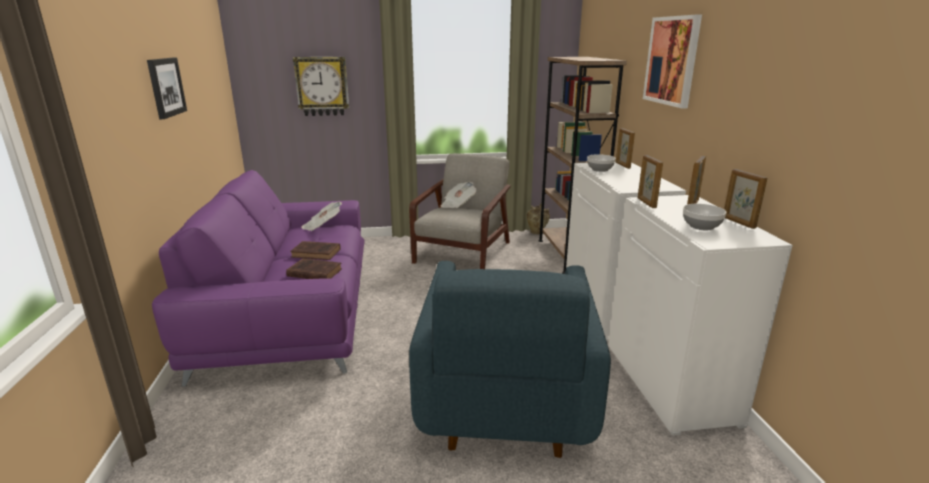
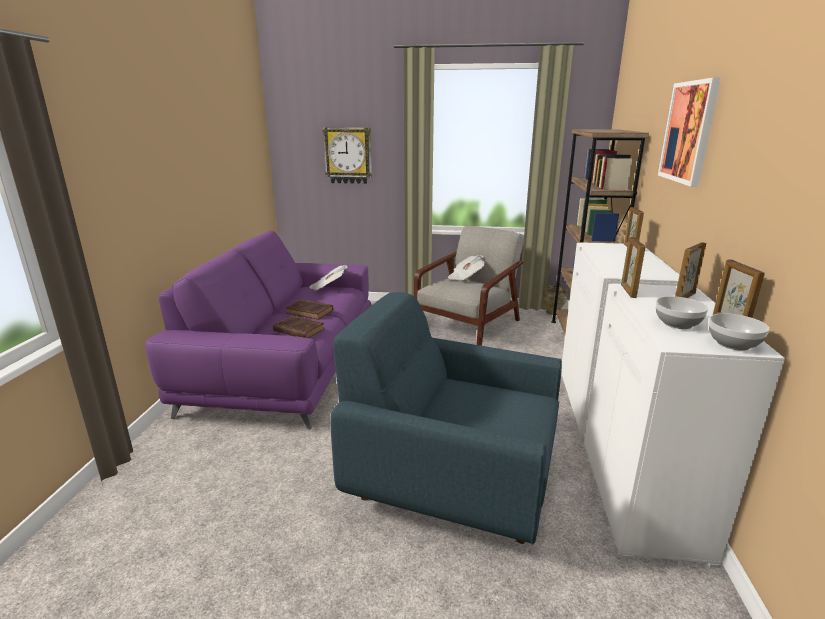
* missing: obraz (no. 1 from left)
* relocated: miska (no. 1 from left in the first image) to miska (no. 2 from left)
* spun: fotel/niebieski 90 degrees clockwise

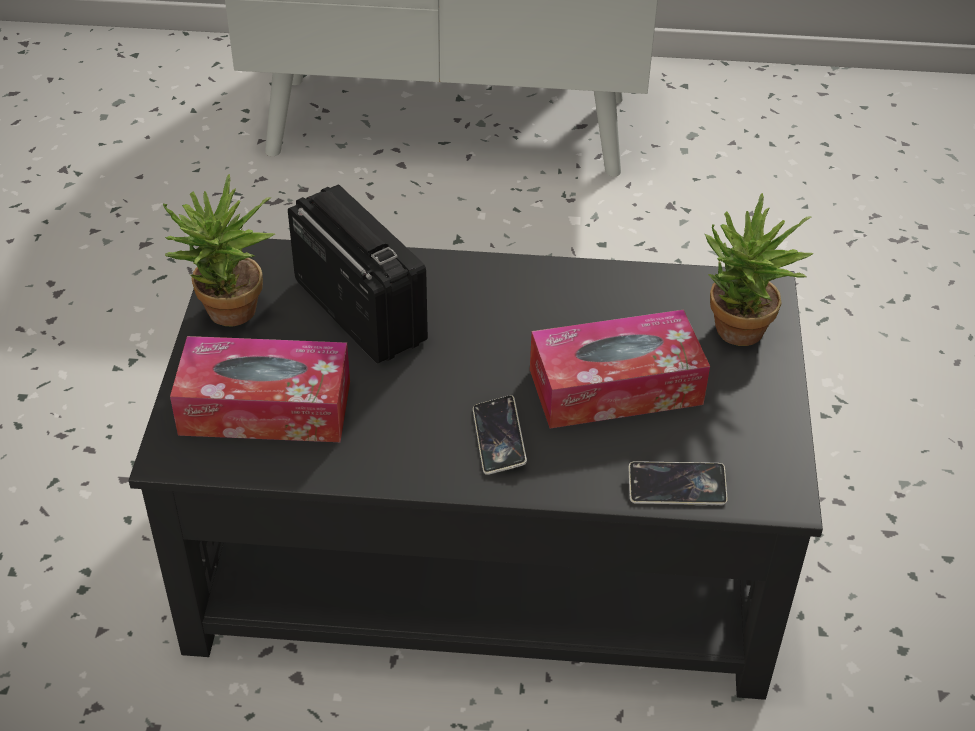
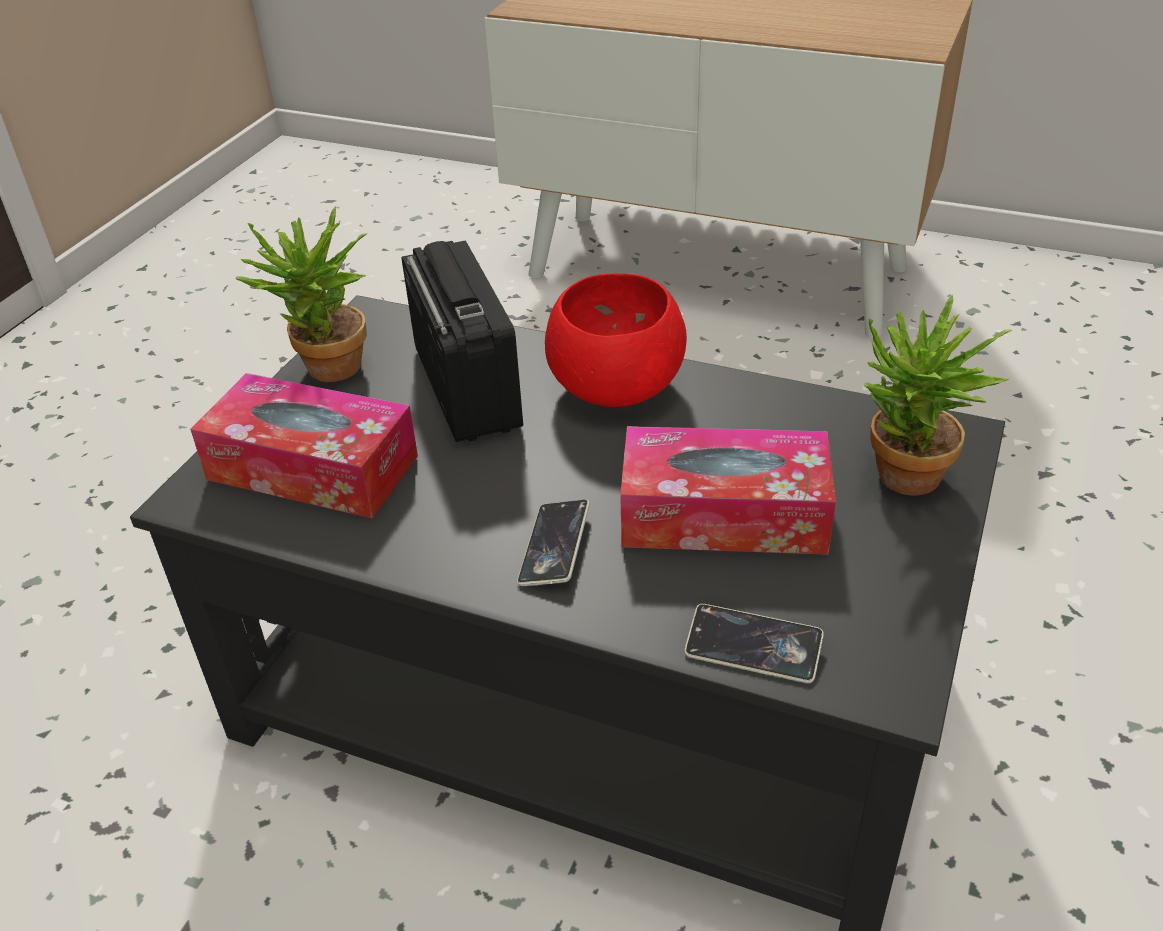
* appeared: miska/czerwony

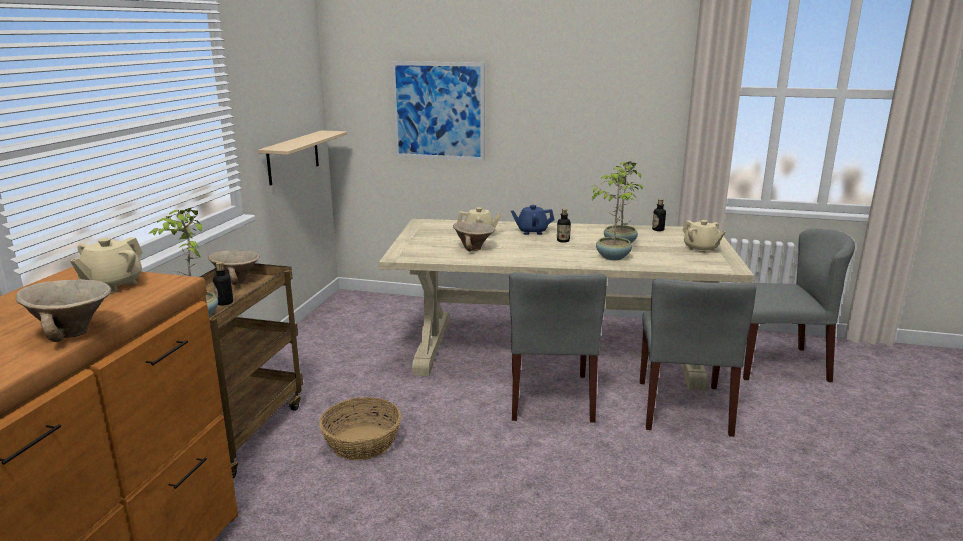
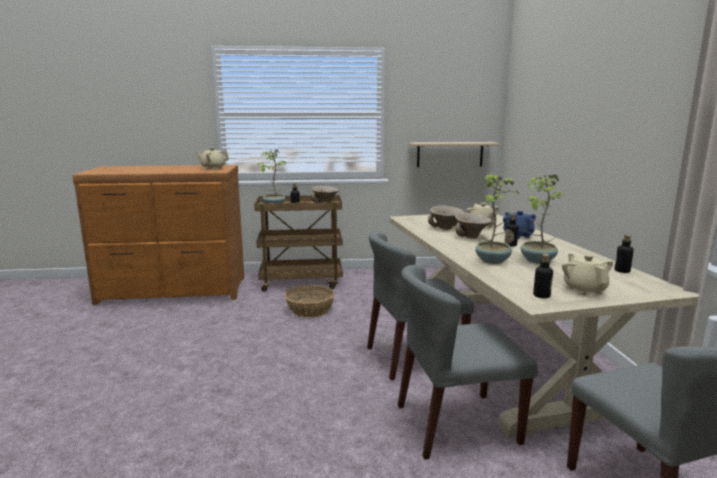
* missing: obraz
* spun: imbryk/beżowy (no. 3 from left) 135 degrees clockwise
* relocated: miska/beżowy (no. 1 from left in the first image) to miska/beżowy (no. 3 from left)
* appeared: butelka (no. 3 from left)

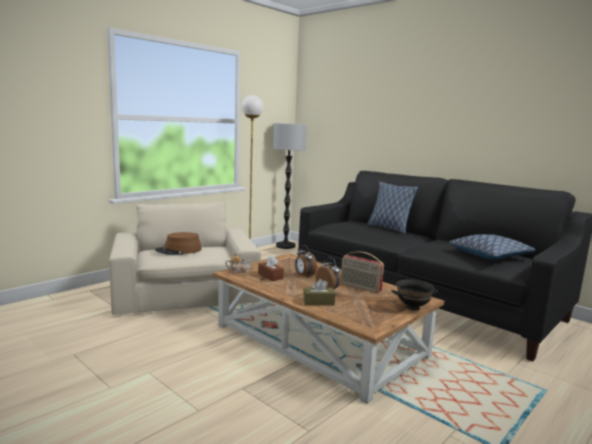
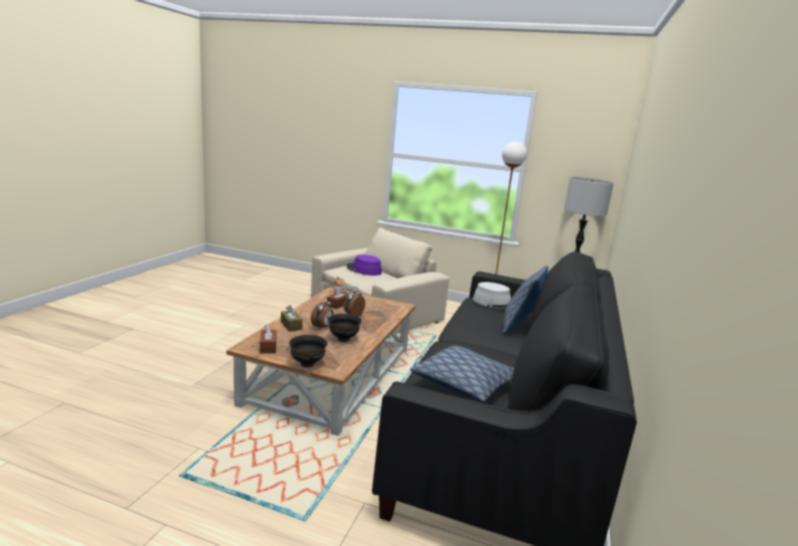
* colour: kapelusz/brązowy to kapelusz/fioletowy
* exchanged: radio to miska/czarny (no. 2 from left)
* appeared: kapelusz/szary
* appeared: pudełko chusteczek/brązowy (no. 1 from left)

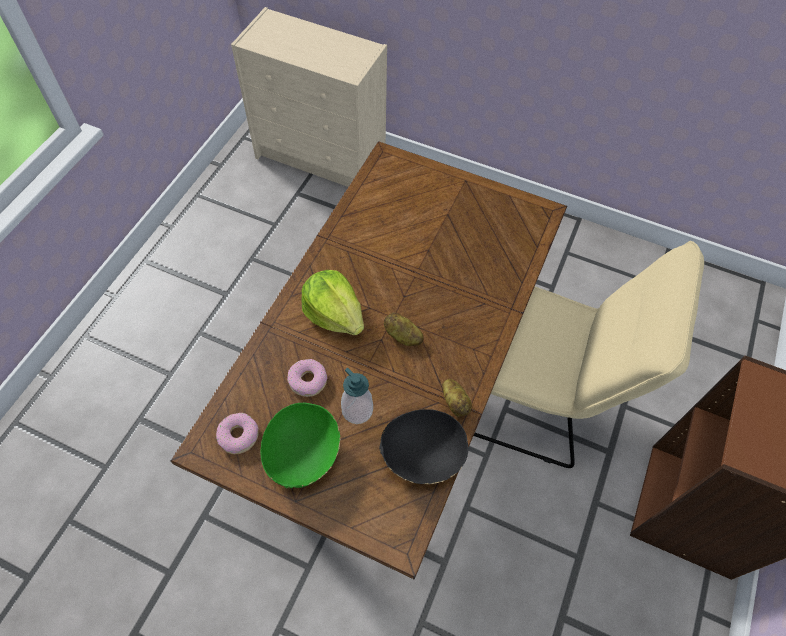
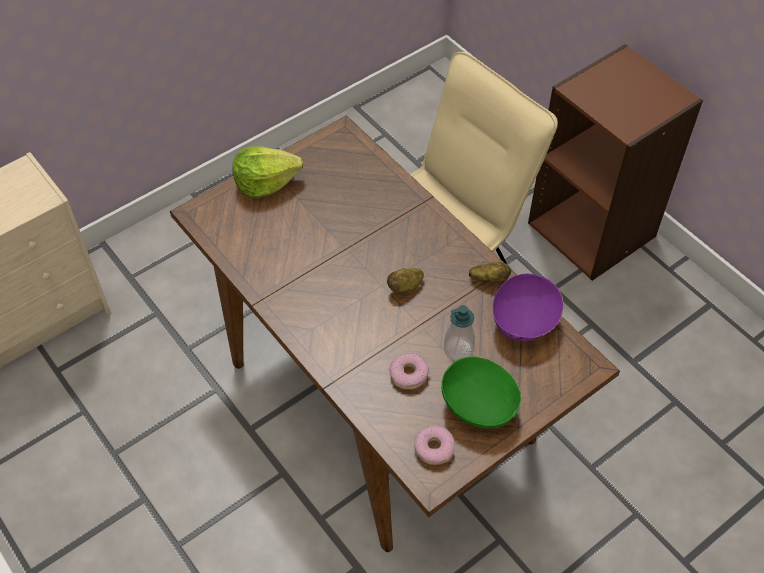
* relocated: sałata
* colour: miska/czarny to miska/fioletowy

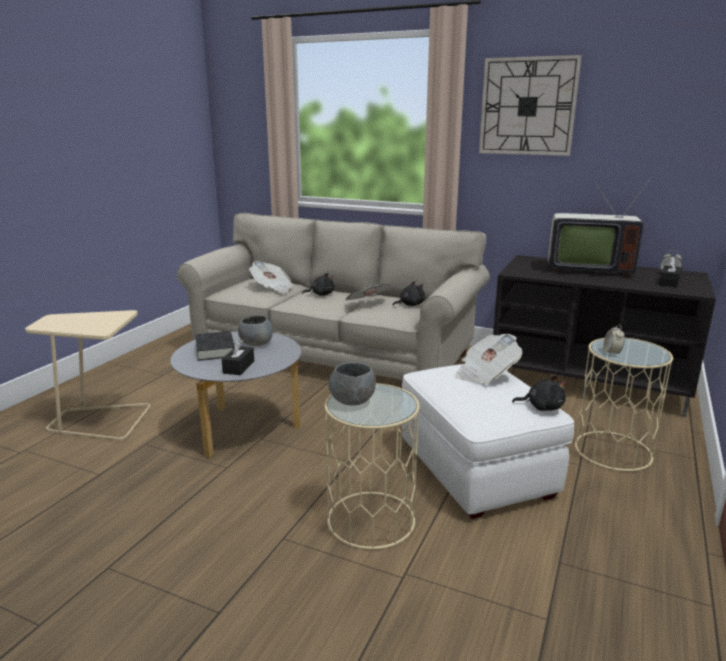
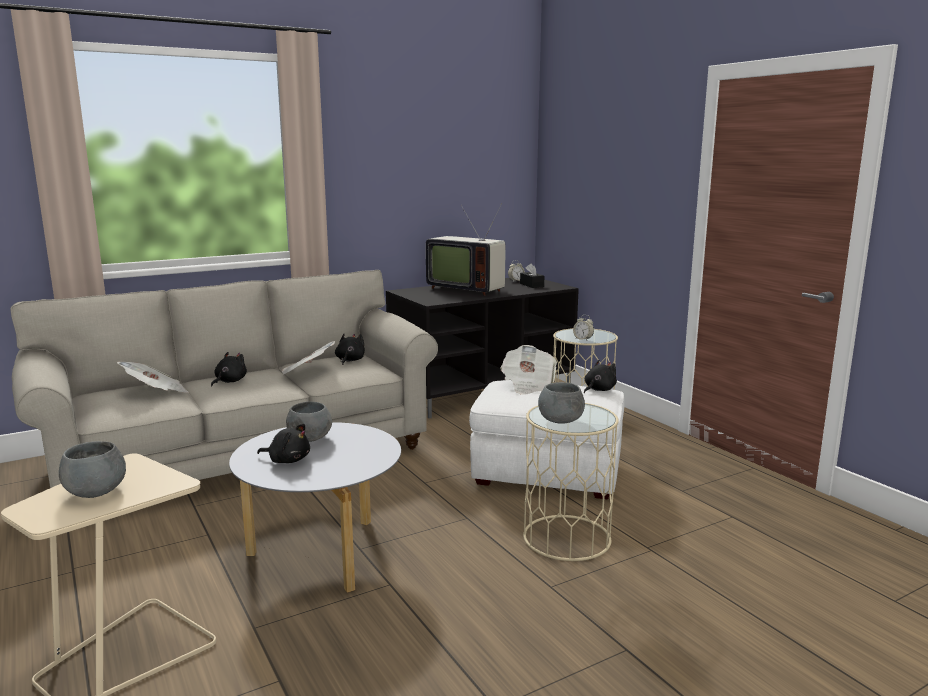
* missing: zegar ścienny
* spun: telewizor 75 degrees clockwise
* exchanged: książka/czarny to pluszak/czarny (no. 2 from left)
* missing: pudełko chusteczek/czarny (no. 1 from left)
* appeared: miska/szary (no. 1 from left)

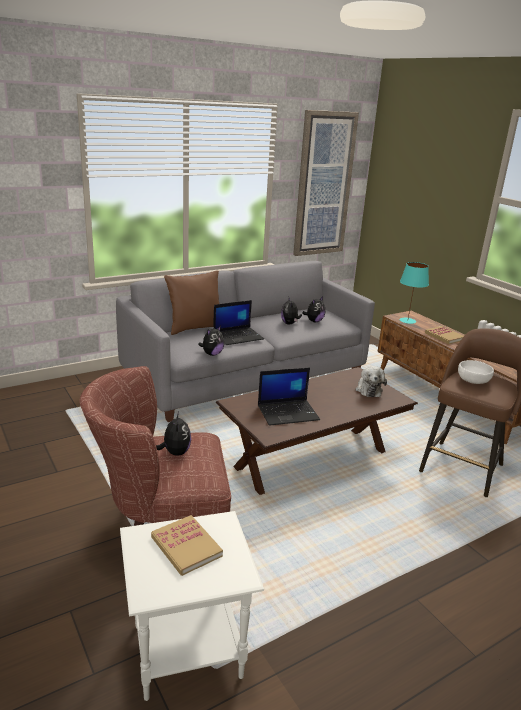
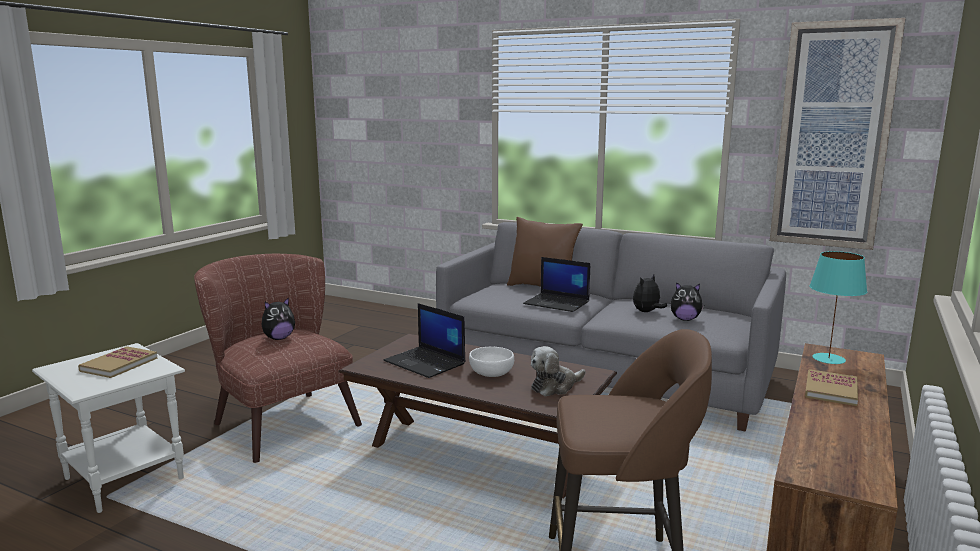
* missing: pluszak (no. 2 from left)
* relocated: miska/biały

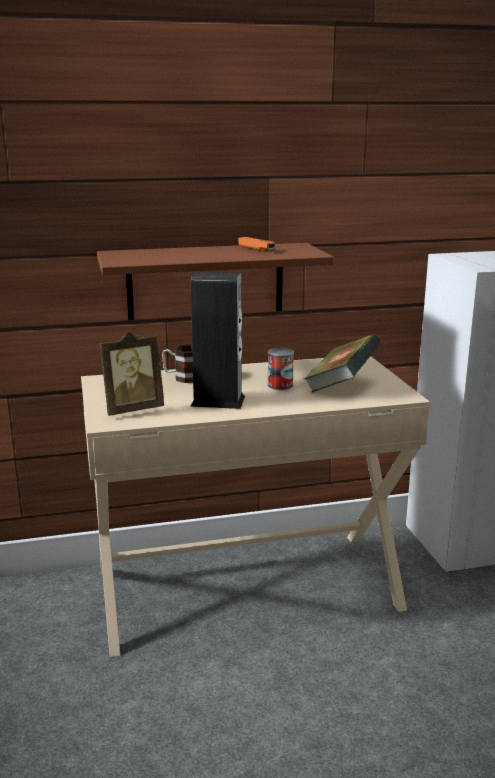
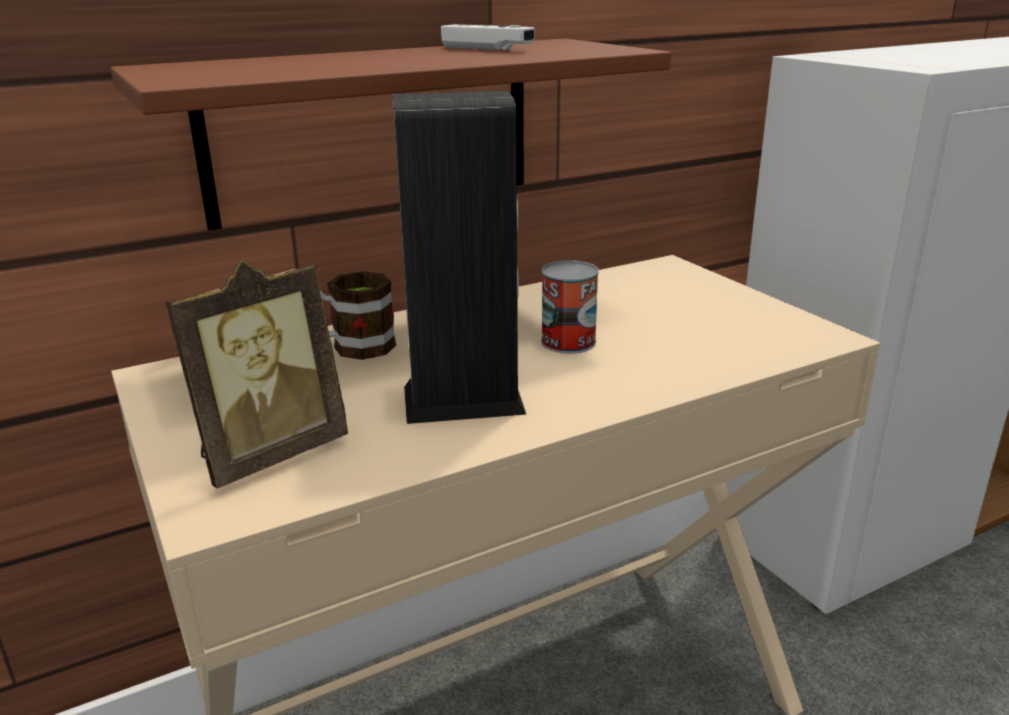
* colour: pad do gier/pomarańczowy to pad do gier/biały
* missing: książka

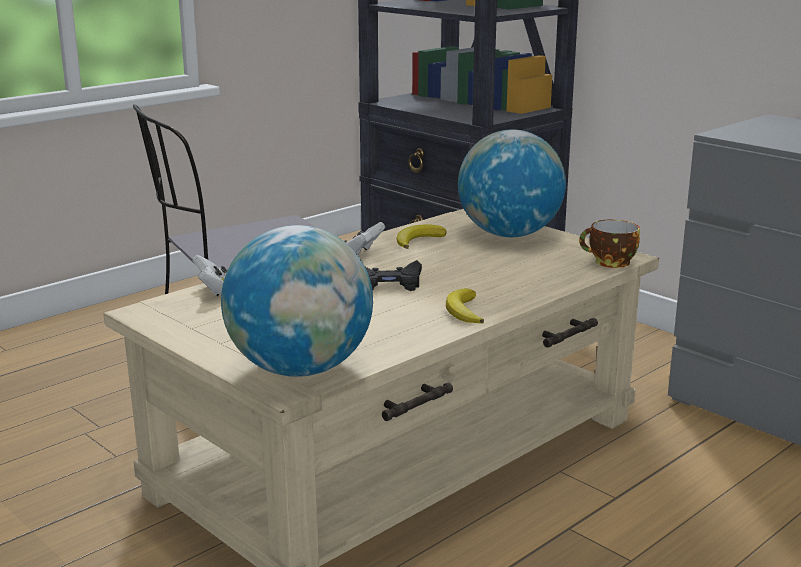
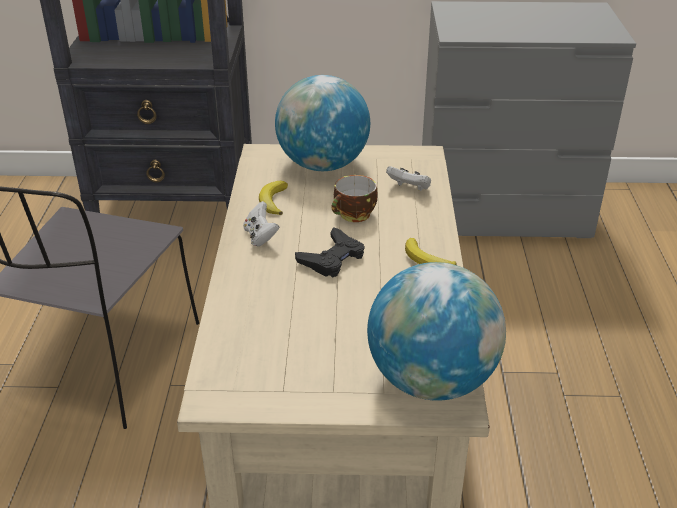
* relocated: filiżanka
* relocated: pad do gier/biały (no. 1 from left in the first image) to pad do gier/biały (no. 2 from left)

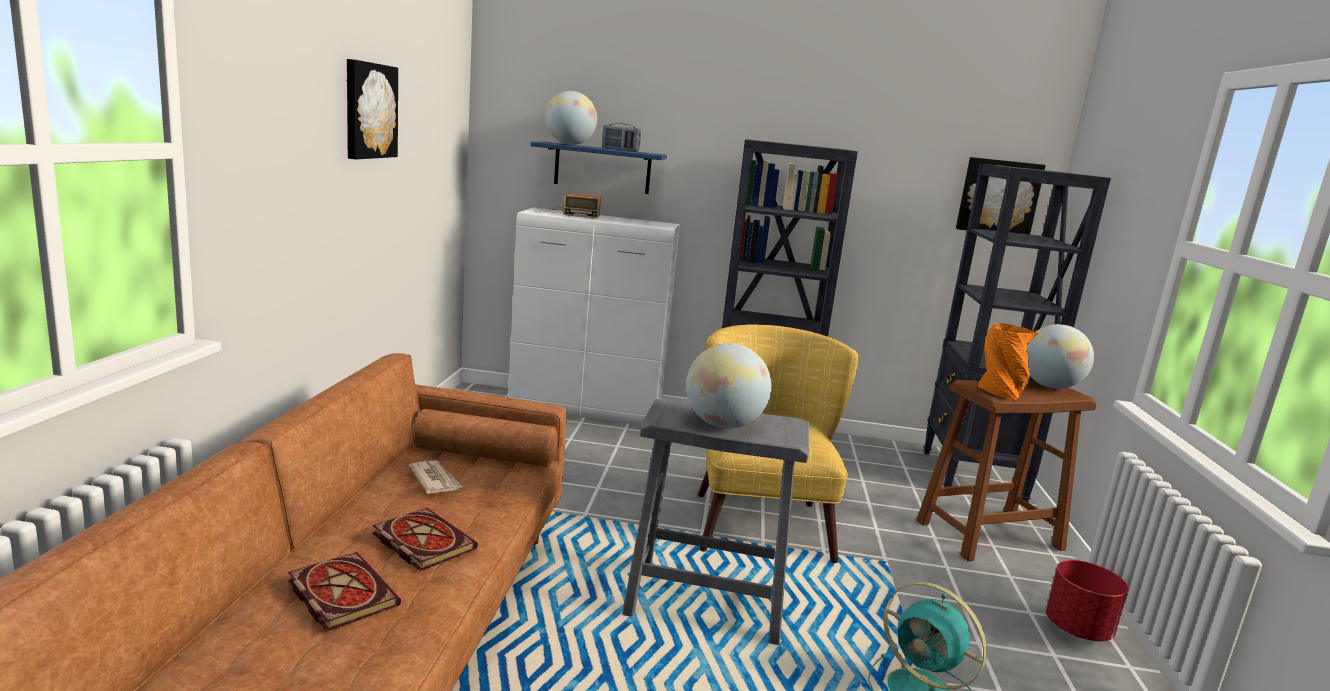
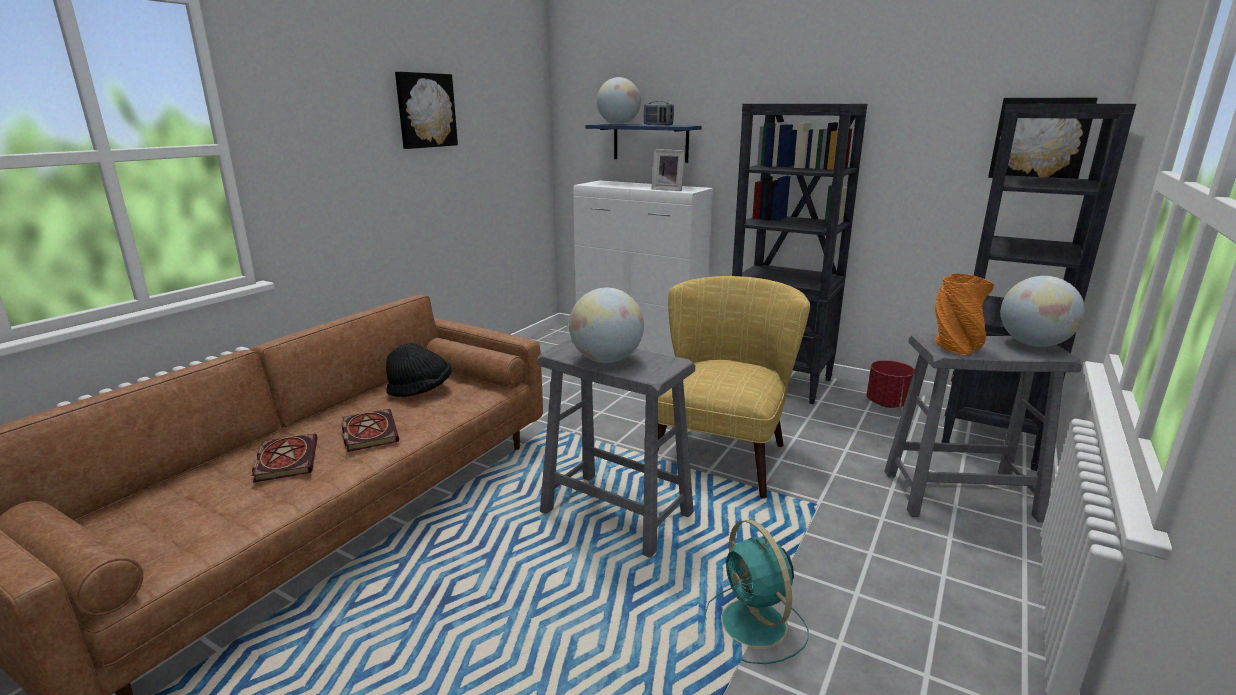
* missing: radio (no. 1 from left)
* colour: stołek/brązowy to stołek/szary (no. 2 from left)
* exchanged: gazeta to kapelusz/czarny
* relocated: donica/czerwony
* appeared: ramka na zdjęcie

